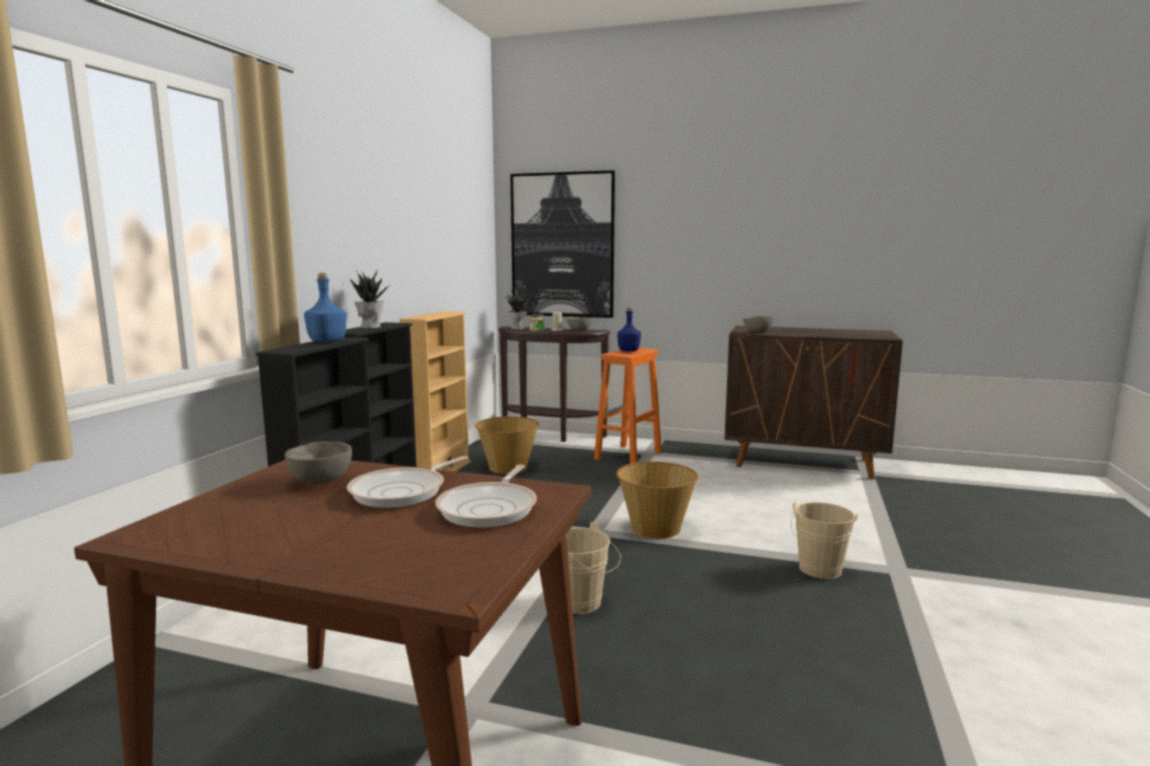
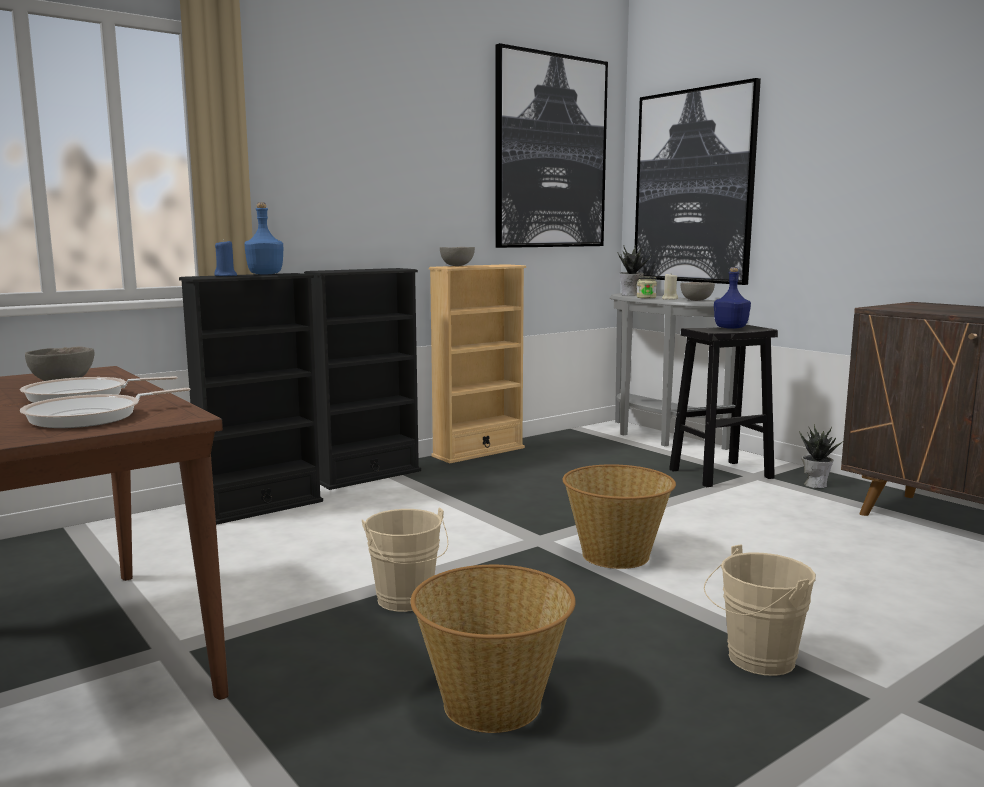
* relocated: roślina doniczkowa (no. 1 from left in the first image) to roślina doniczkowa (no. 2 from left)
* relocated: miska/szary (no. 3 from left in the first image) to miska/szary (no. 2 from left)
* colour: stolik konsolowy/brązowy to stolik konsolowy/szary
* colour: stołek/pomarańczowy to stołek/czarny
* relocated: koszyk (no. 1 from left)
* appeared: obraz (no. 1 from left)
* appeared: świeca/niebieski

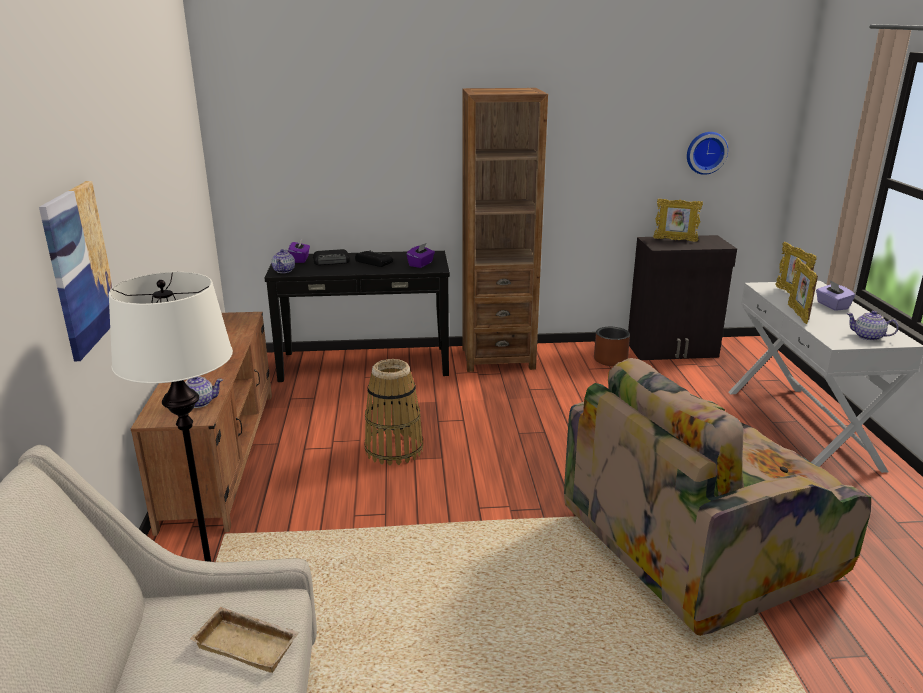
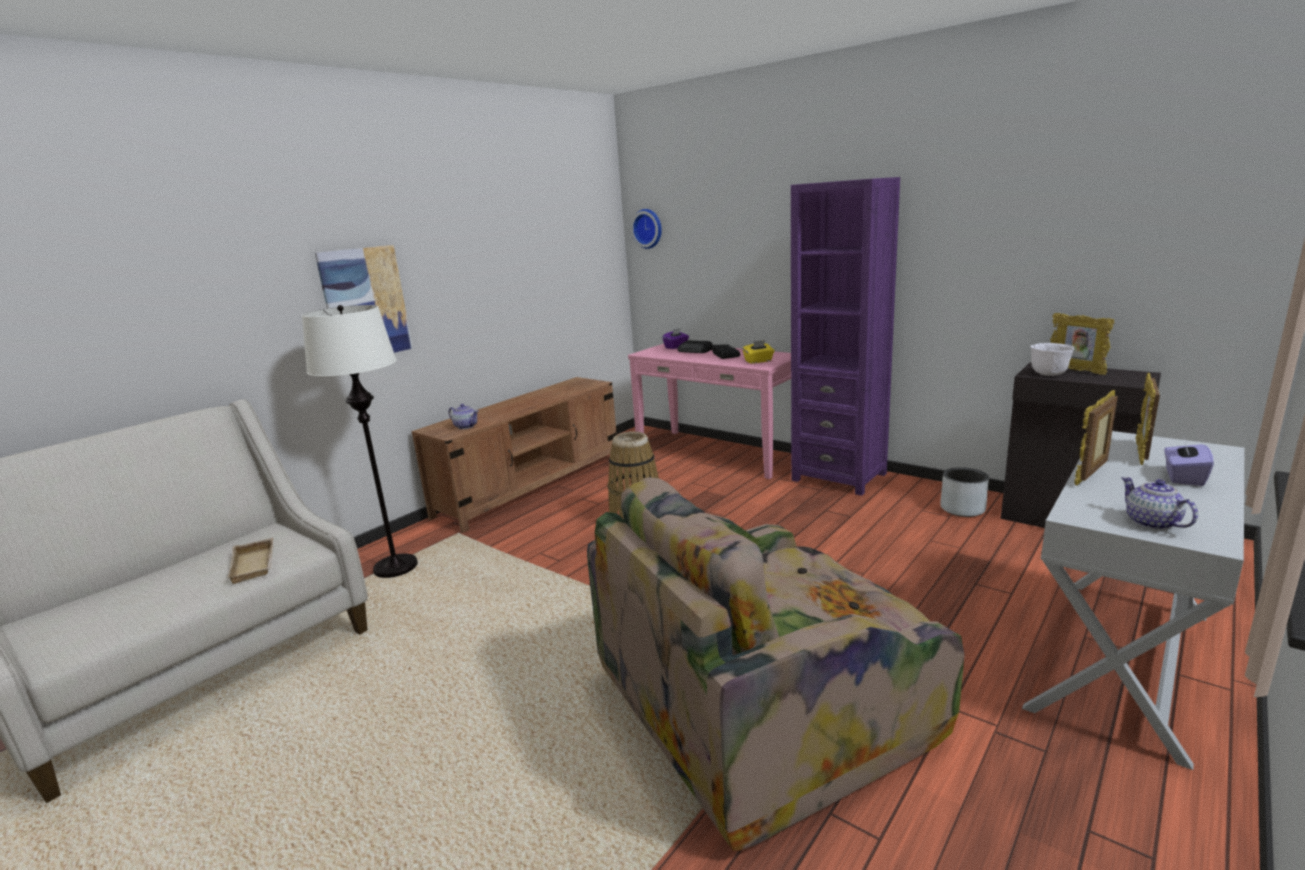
* colour: regał/brązowy to regał/fioletowy
* relocated: zegar ścienny
* colour: pudełko chusteczek/fioletowy (no. 2 from left) to pudełko chusteczek/żółty
* missing: imbryk (no. 2 from left)
* colour: stolik konsolowy/czarny to stolik konsolowy/różowy
* colour: donica/brązowy to donica/szary
* spun: fotel 45 degrees counterclockwise
* appeared: miska/biały

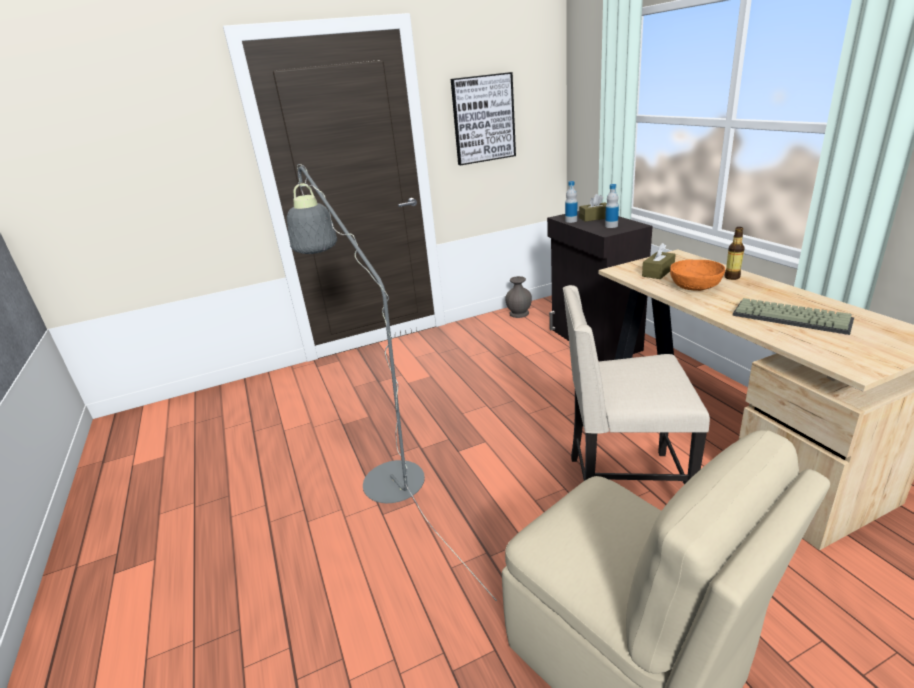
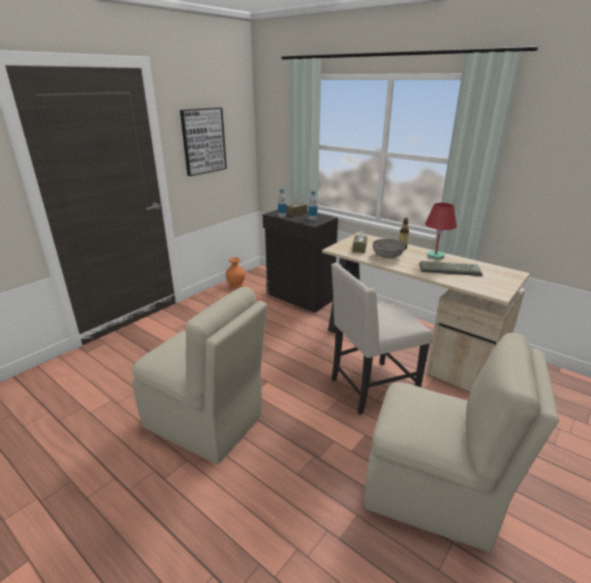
* exchanged: lampa stojąca/szary to krzesło/beżowy (no. 1 from left)
* colour: miska/pomarańczowy to miska/szary
* colour: wazon/szary to wazon/pomarańczowy
* appeared: lampa stołowa/czerwony

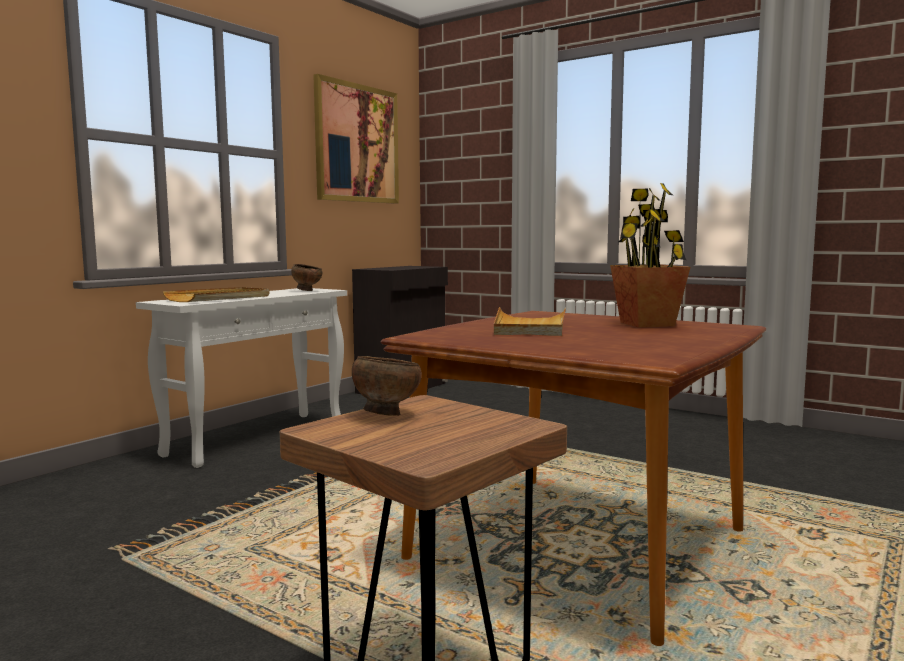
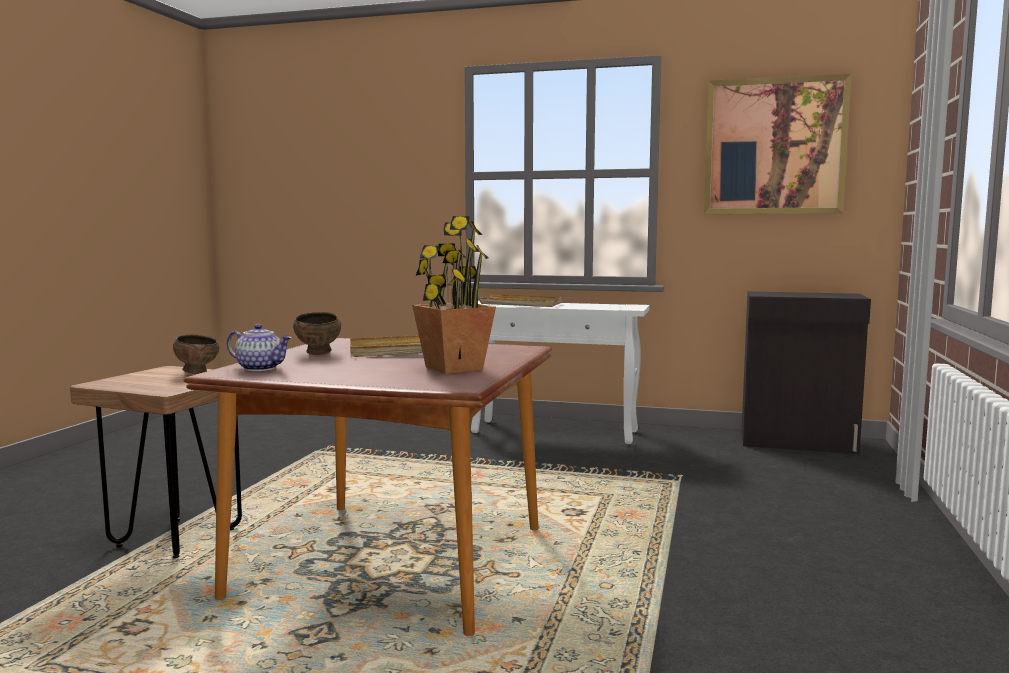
* relocated: miska/brązowy (no. 1 from left in the first image) to miska/brązowy (no. 2 from left)
* appeared: imbryk

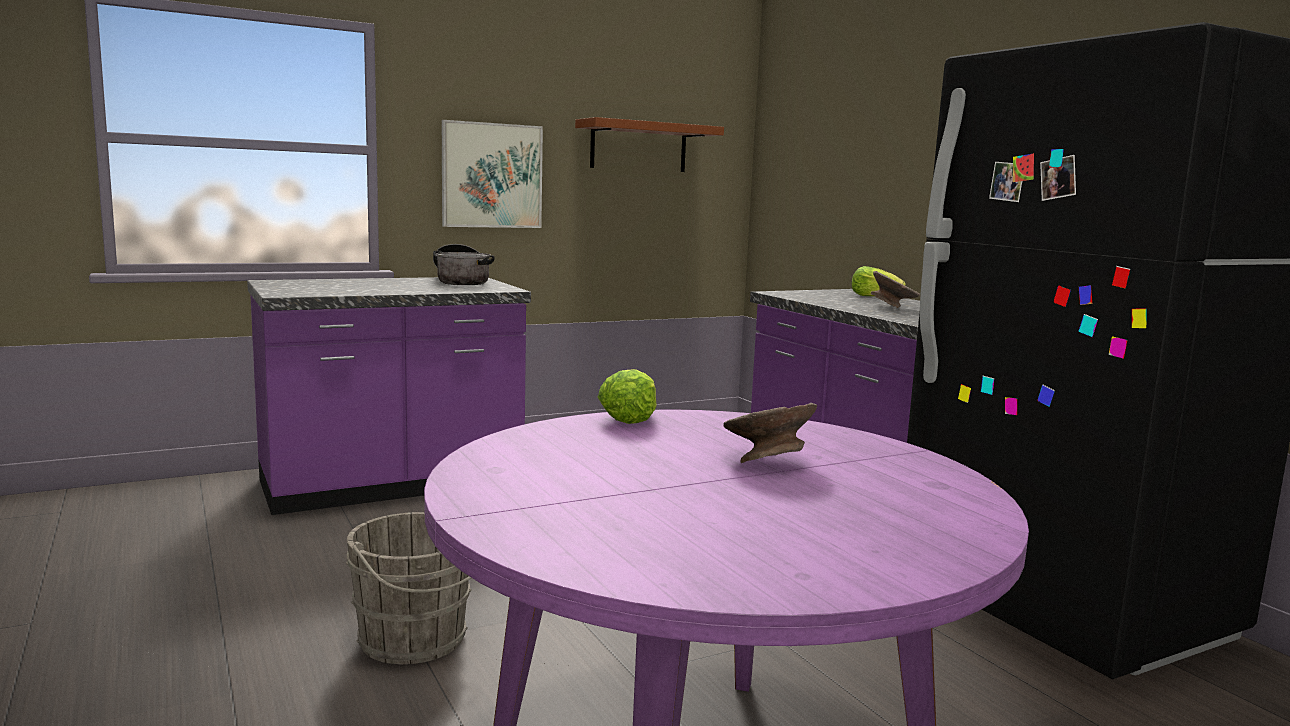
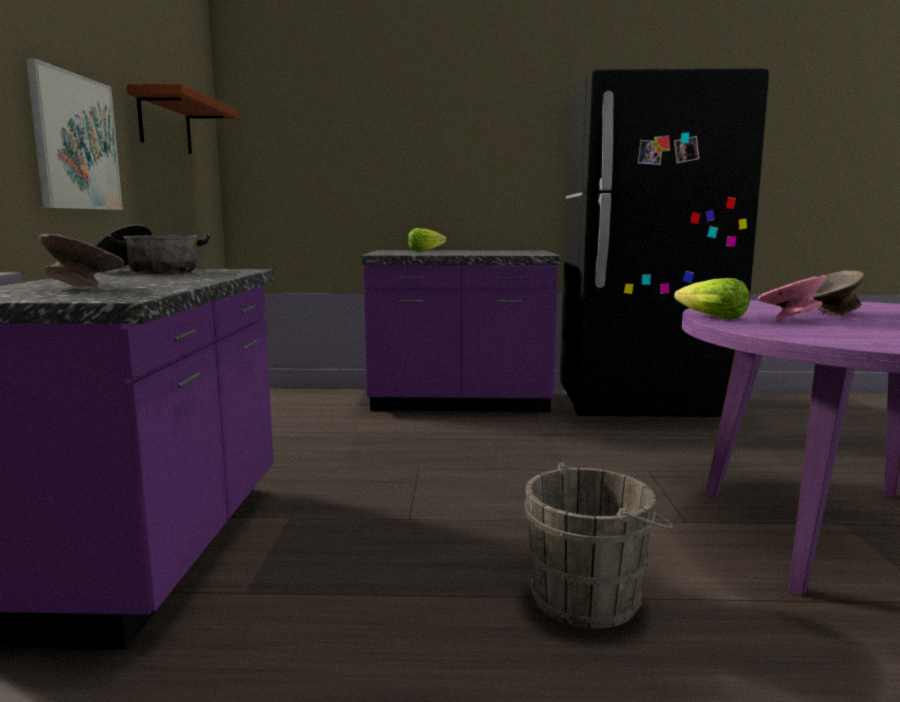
* relocated: miska/szary (no. 2 from left in the first image) to miska/szary (no. 1 from left)
* appeared: miska/różowy

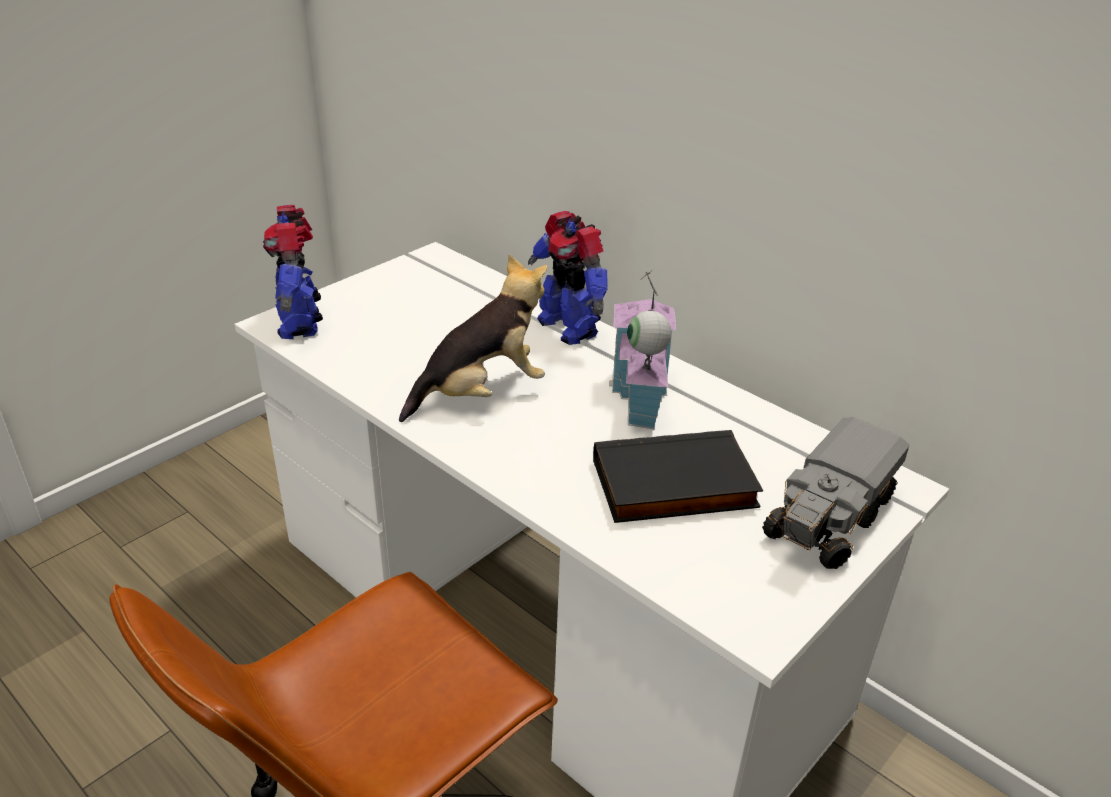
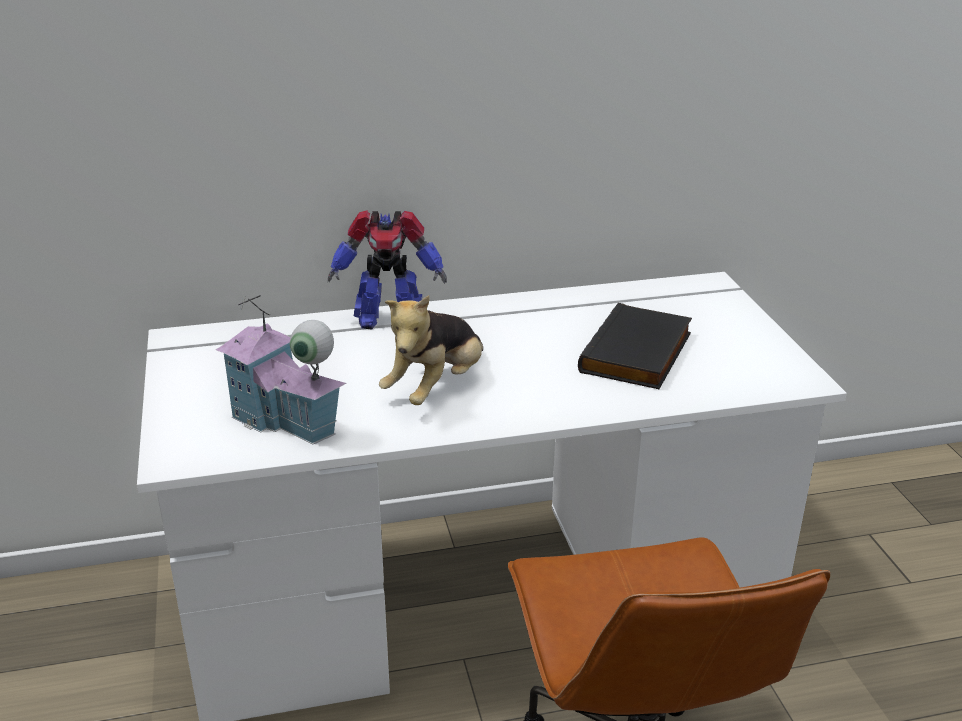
* missing: robot zabawkowy (no. 1 from left)
* spun: pluszak 150 degrees counterclockwise
* relocated: domek
* missing: ciężarówka zabawkowa

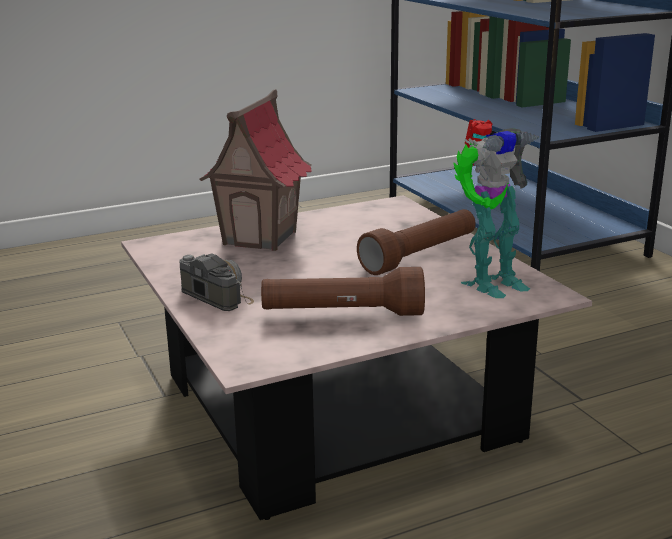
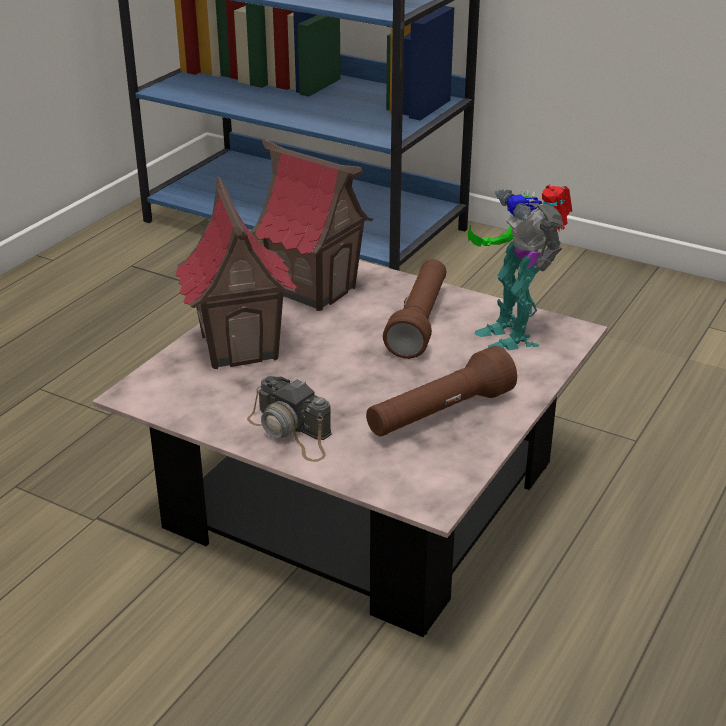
* spun: robot zabawkowy 135 degrees clockwise
* spun: aparat fotograficzny 150 degrees counterclockwise
* appeared: domek (no. 2 from left)

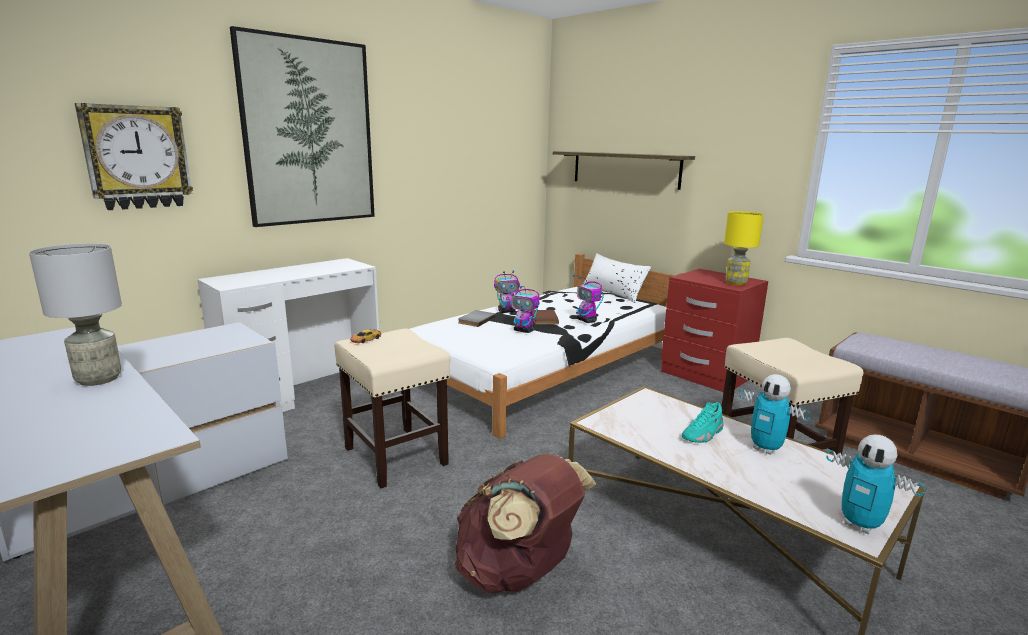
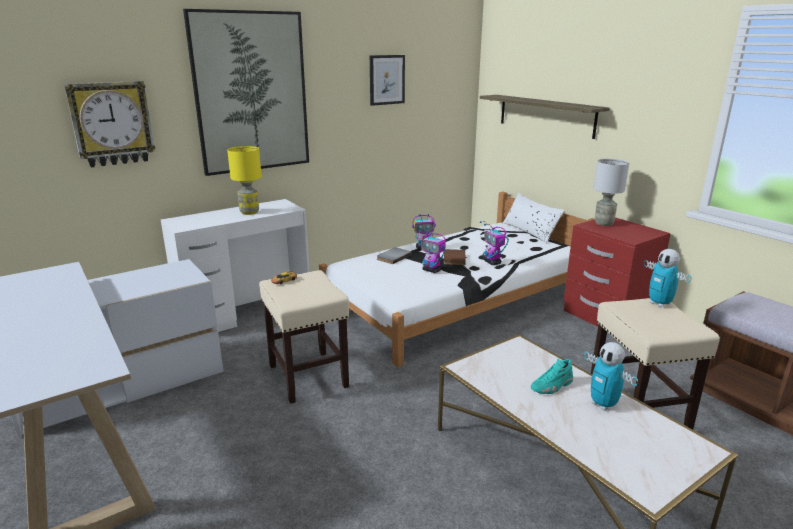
* relocated: lampa stołowa/żółty
* relocated: lampa stołowa/szary
* relocated: robot zabawkowy (no. 5 from left)
* missing: plecak/brązowy
* appeared: obraz (no. 2 from left)

